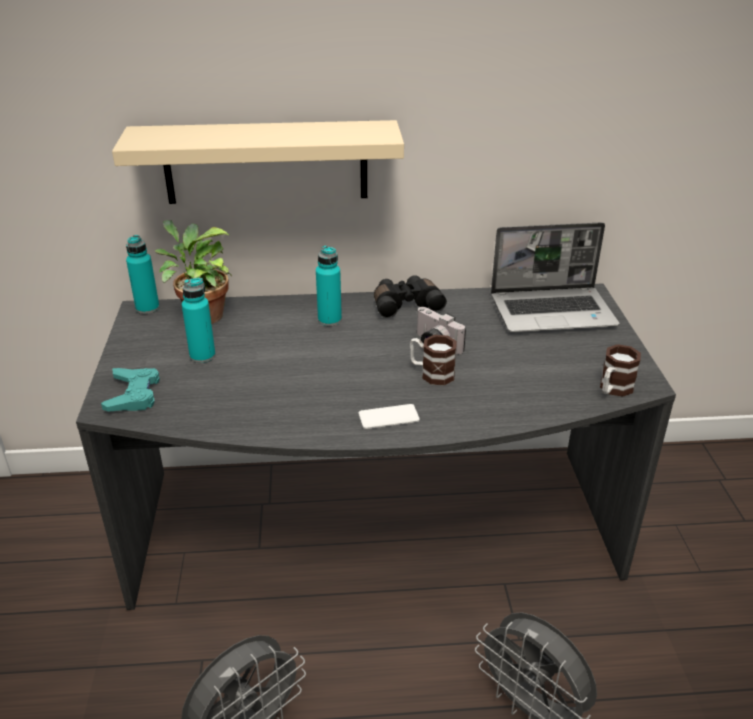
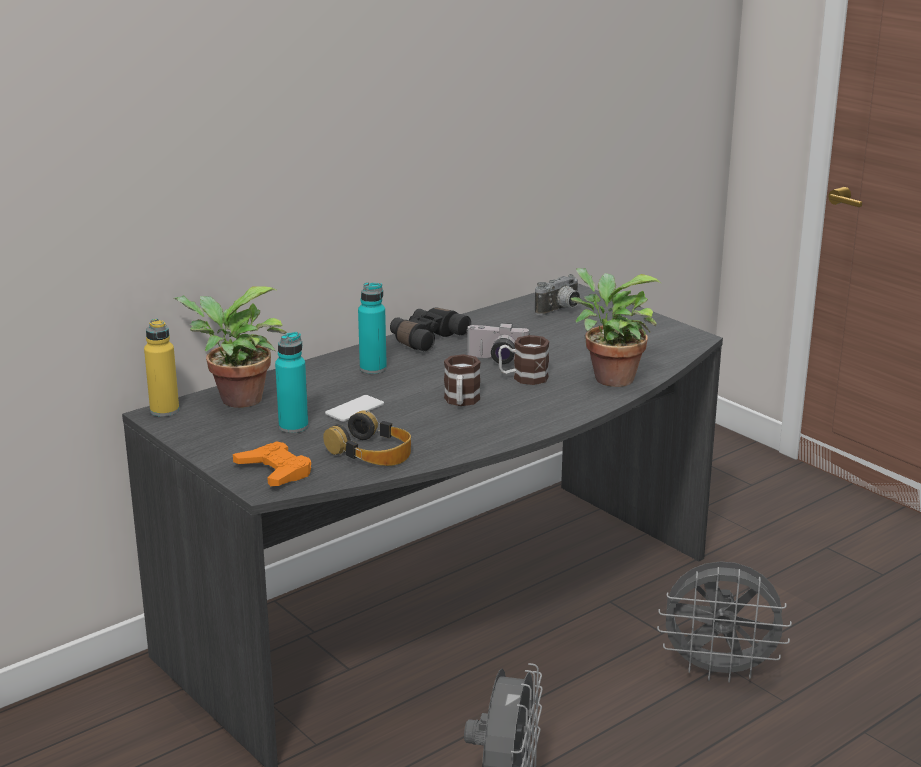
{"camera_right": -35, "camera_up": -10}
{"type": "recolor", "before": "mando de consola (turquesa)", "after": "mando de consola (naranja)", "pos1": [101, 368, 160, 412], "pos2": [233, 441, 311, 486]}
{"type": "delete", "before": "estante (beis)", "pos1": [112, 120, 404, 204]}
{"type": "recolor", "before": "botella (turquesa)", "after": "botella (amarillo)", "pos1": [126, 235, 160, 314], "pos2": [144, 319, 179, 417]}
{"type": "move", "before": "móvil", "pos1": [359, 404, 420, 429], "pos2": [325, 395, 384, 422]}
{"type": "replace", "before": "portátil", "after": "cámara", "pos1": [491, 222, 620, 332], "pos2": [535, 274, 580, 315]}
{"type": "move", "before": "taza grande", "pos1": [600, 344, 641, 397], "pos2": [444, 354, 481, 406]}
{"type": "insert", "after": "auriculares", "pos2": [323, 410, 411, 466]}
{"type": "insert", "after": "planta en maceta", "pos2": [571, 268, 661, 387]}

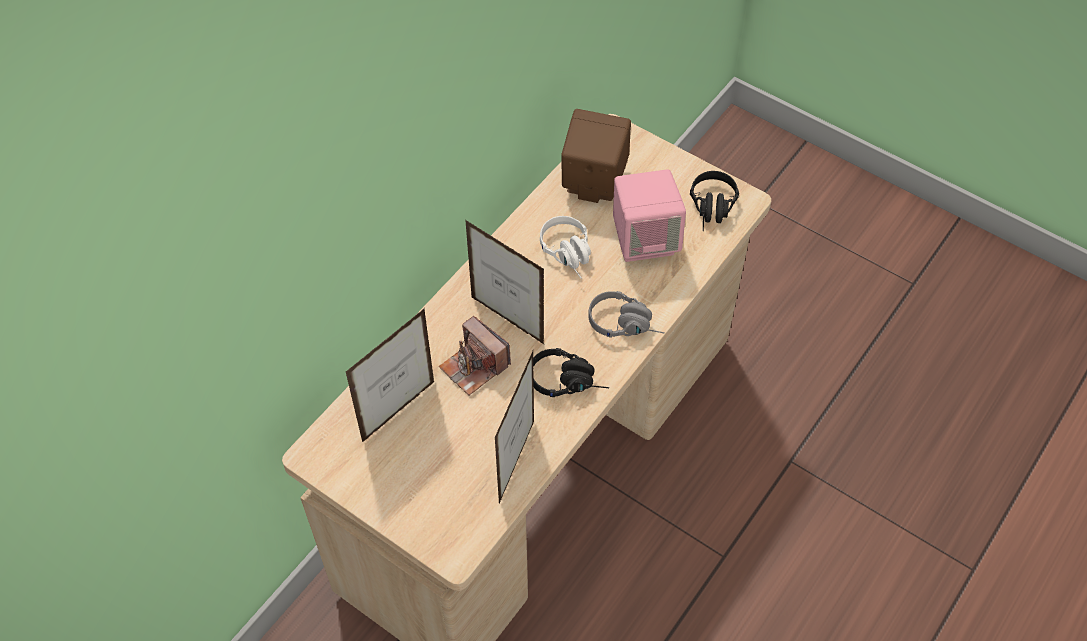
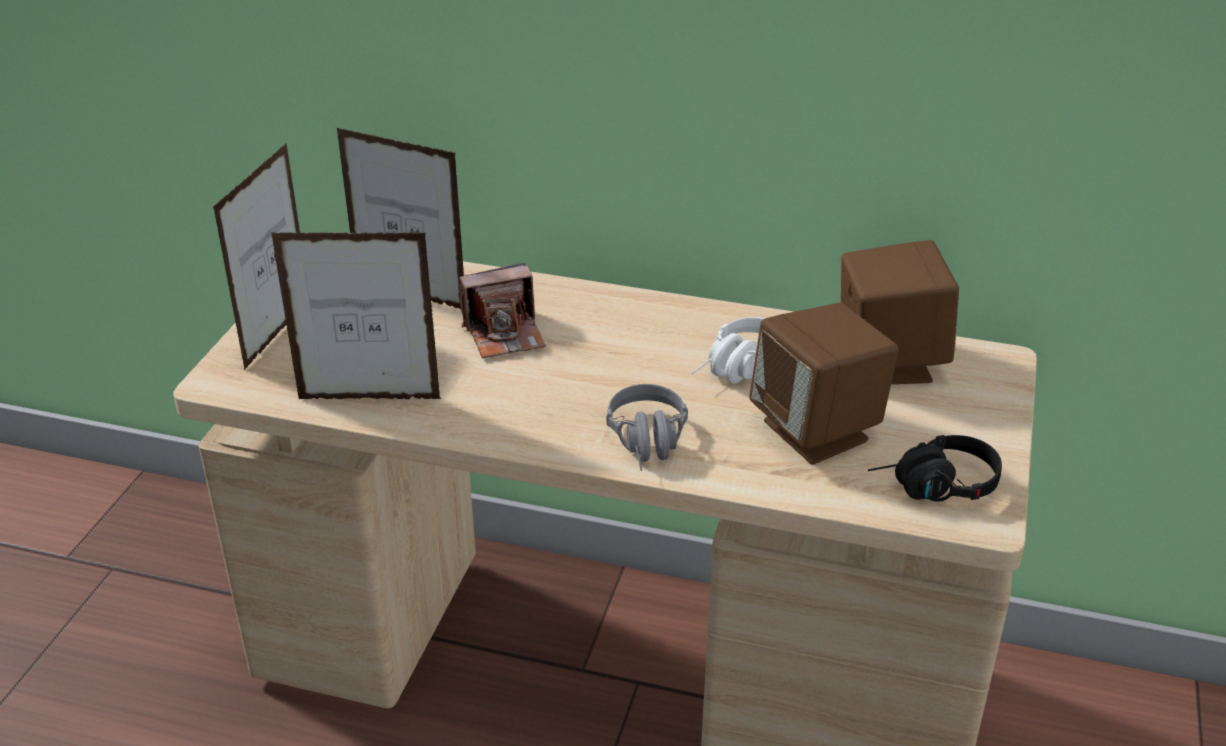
{"camera_right": 70, "camera_up": -20}
{"type": "rotate", "before": "cámara", "pos1": [439, 316, 511, 395], "pos2": [459, 263, 546, 358], "turn": -135}
{"type": "move", "before": "portarretratos", "pos1": [465, 220, 544, 344], "pos2": [213, 143, 300, 370]}
{"type": "delete", "before": "auriculares (negro)", "pos1": [533, 348, 609, 397]}
{"type": "recolor", "before": "altavoz (rosa)", "after": "altavoz (marrón)", "pos1": [613, 169, 686, 262], "pos2": [749, 303, 899, 465]}

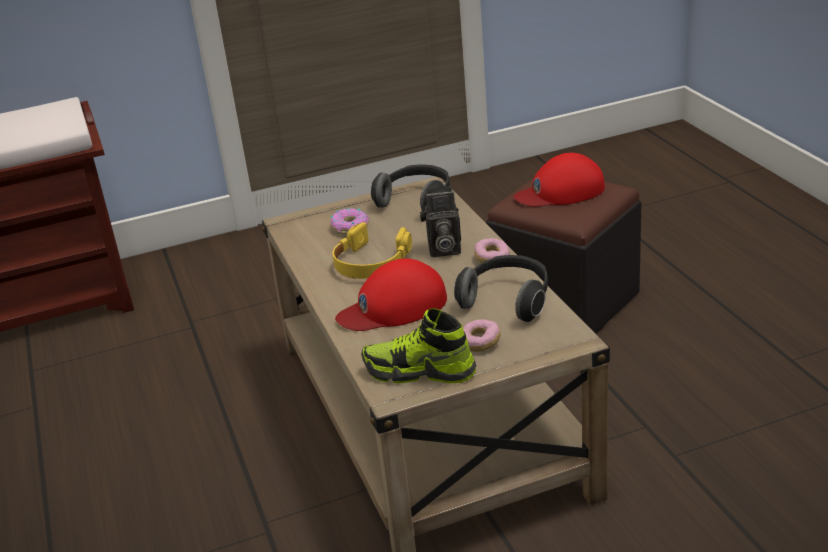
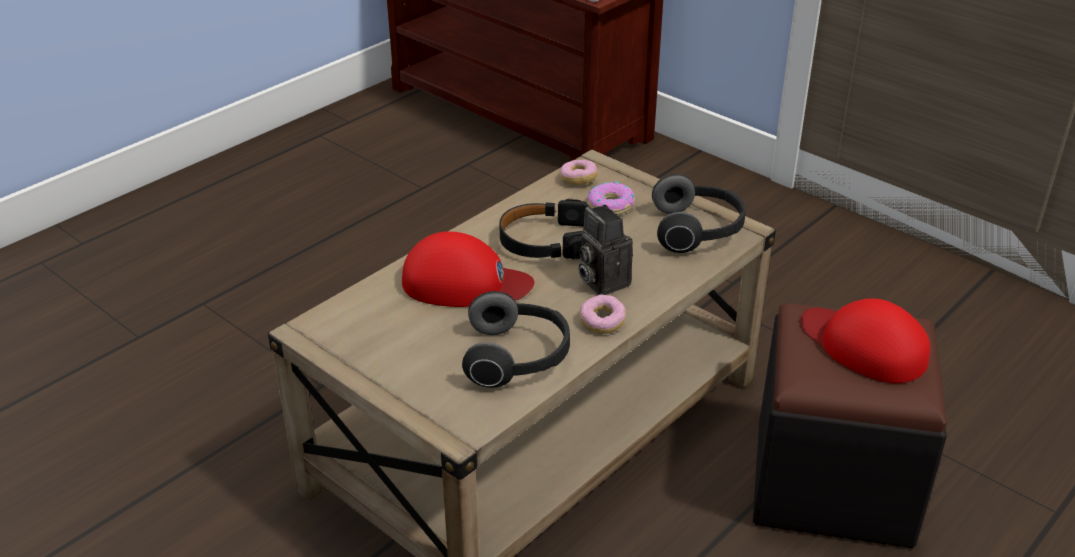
{"camera_right": 60, "camera_up": 5}
{"type": "recolor", "before": "auriculares (amarillo)", "after": "auriculares (negro)", "pos1": [332, 222, 412, 279], "pos2": [499, 199, 588, 259]}
{"type": "rotate", "before": "gorra (rojo)", "pos1": [335, 258, 447, 331], "pos2": [402, 231, 534, 307], "turn": 150}
{"type": "delete", "before": "zapato", "pos1": [361, 308, 476, 383]}
{"type": "move", "before": "rosquilla", "pos1": [463, 320, 501, 352], "pos2": [560, 159, 597, 185]}

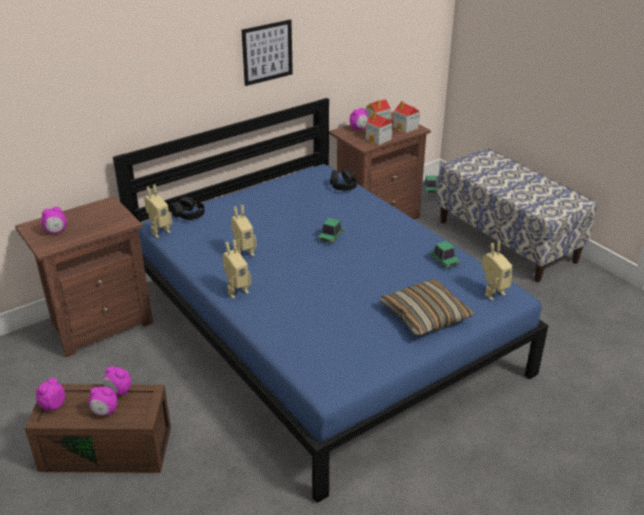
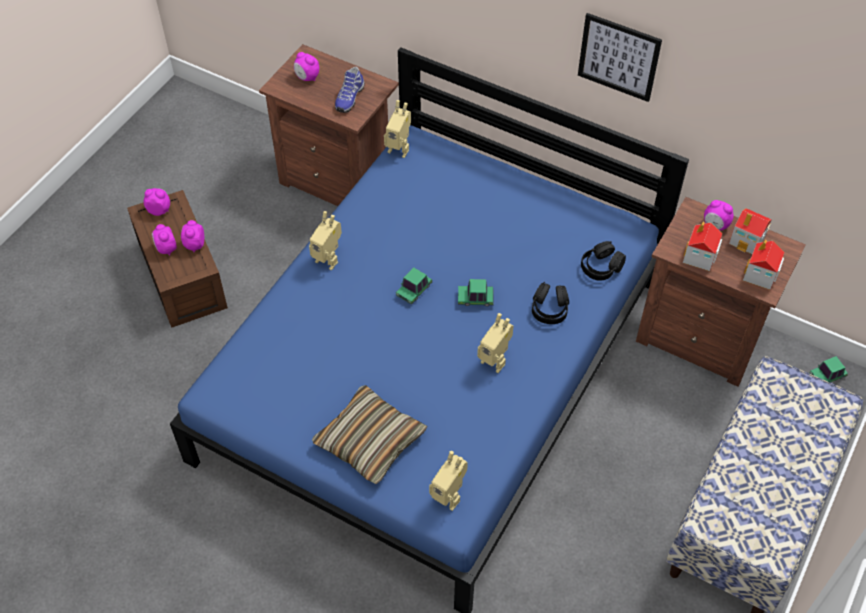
{"camera_right": 65, "camera_up": 20}
{"type": "move", "before": "auriculares (negro)", "pos1": [171, 196, 205, 220], "pos2": [532, 282, 569, 324]}
{"type": "move", "before": "robot de juguete", "pos1": [231, 205, 256, 257], "pos2": [477, 313, 513, 373]}
{"type": "move", "before": "coche de juguete", "pos1": [430, 241, 460, 269], "pos2": [396, 267, 432, 305]}
{"type": "insert", "after": "zapato", "pos2": [335, 67, 365, 113]}

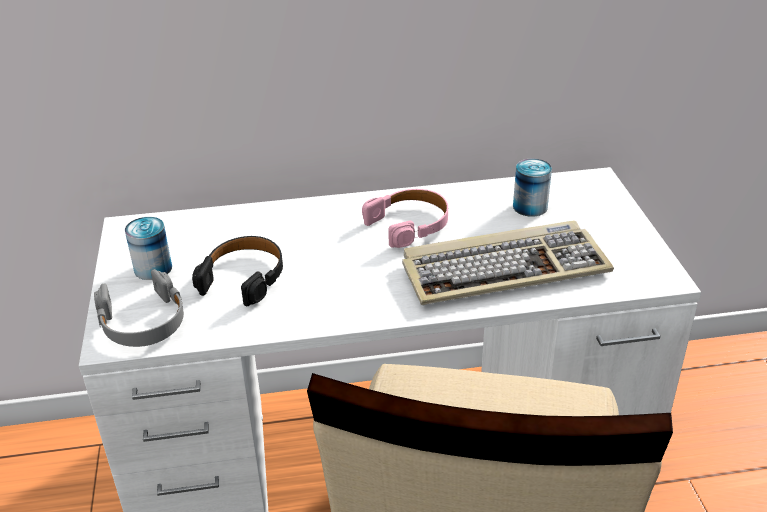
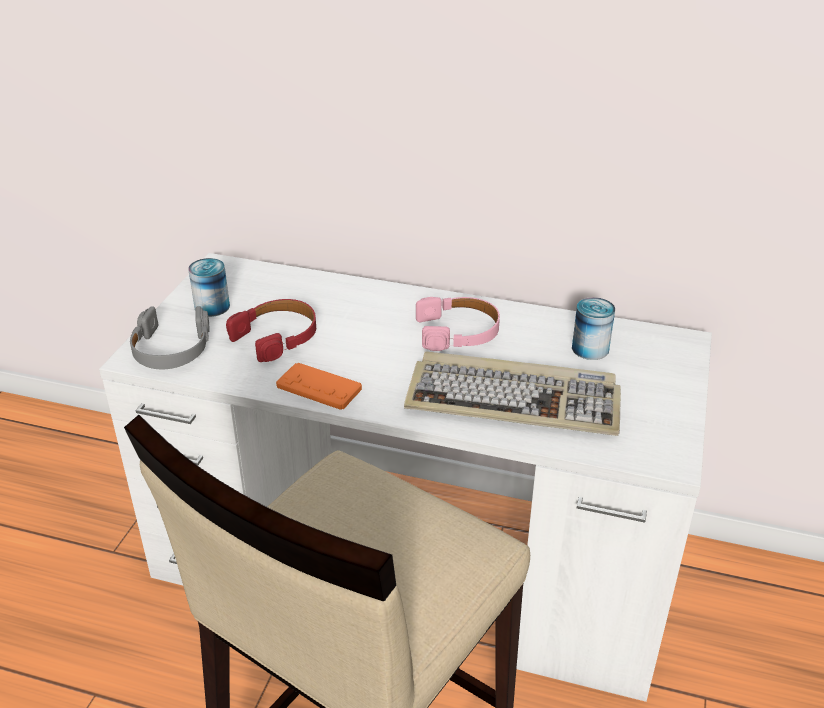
{"camera_right": 25, "camera_up": 0}
{"type": "recolor", "before": "auriculares (negro)", "after": "auriculares (rojo)", "pos1": [192, 236, 283, 306], "pos2": [226, 299, 316, 362]}
{"type": "insert", "after": "mando de consola (naranja)", "pos2": [276, 363, 362, 410]}

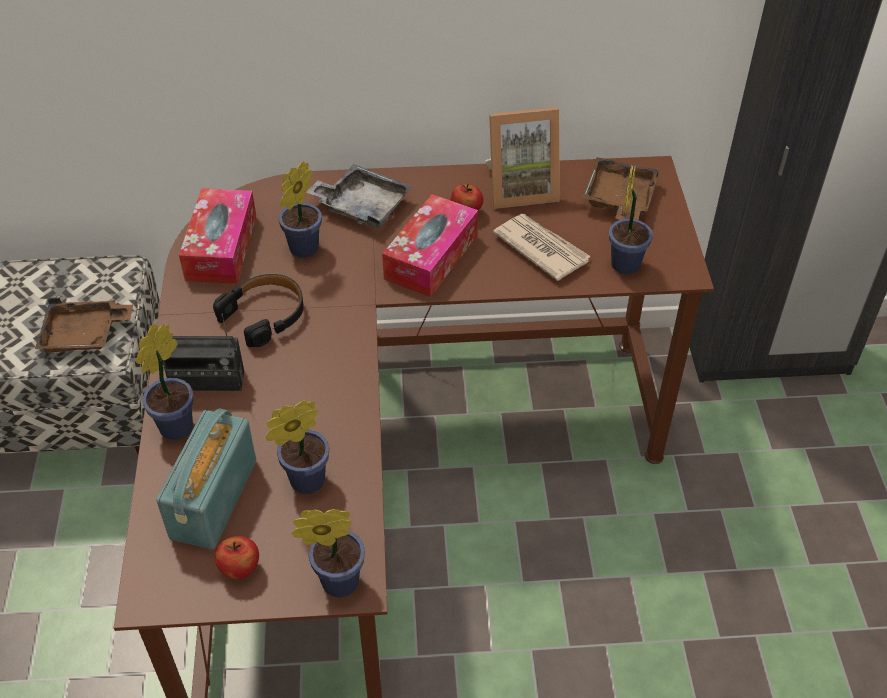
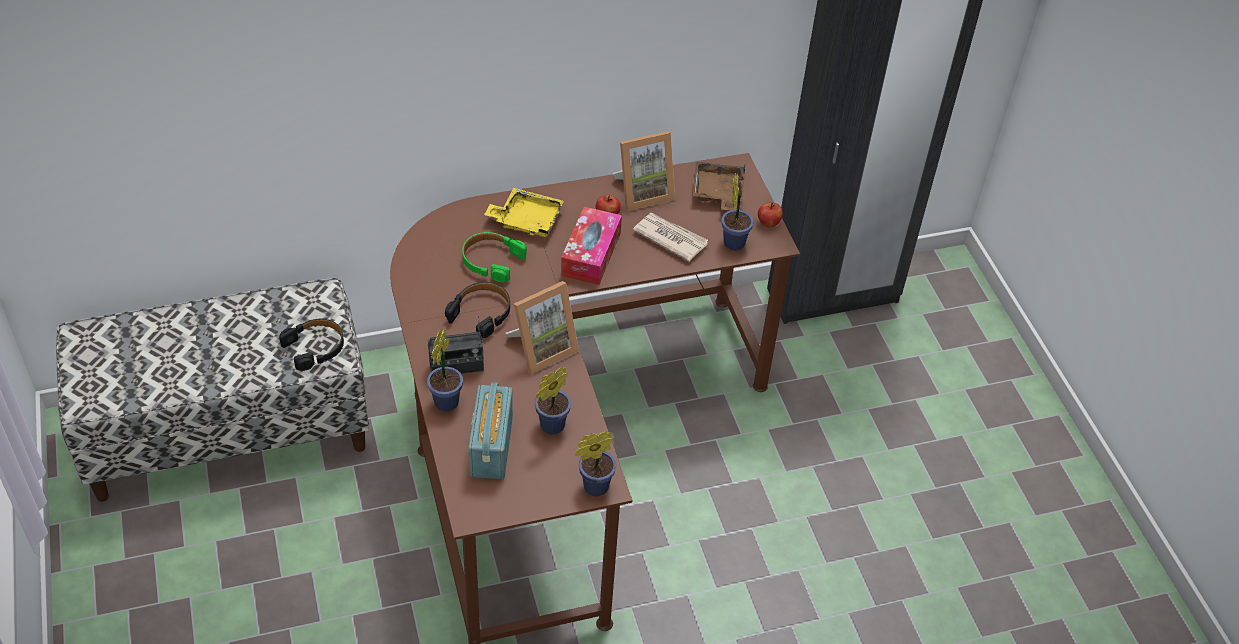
{"camera_right": -15, "camera_up": 0}
{"type": "replace", "before": "bandeja (marrón)", "after": "auriculares (negro)", "pos1": [35, 298, 133, 353], "pos2": [280, 319, 344, 371]}
{"type": "delete", "before": "caja de pañuelos", "pos1": [179, 188, 256, 284]}
{"type": "move", "before": "manzana", "pos1": [215, 536, 259, 579], "pos2": [758, 202, 783, 227]}
{"type": "replace", "before": "planta en maceta", "after": "auriculares (verde)", "pos1": [279, 161, 322, 258], "pos2": [462, 232, 527, 282]}
{"type": "recolor", "before": "bandeja (gris)", "after": "bandeja (amarillo)", "pos1": [306, 164, 413, 228], "pos2": [484, 188, 564, 237]}
{"type": "insert", "after": "portarretratos", "pos2": [506, 281, 579, 374]}

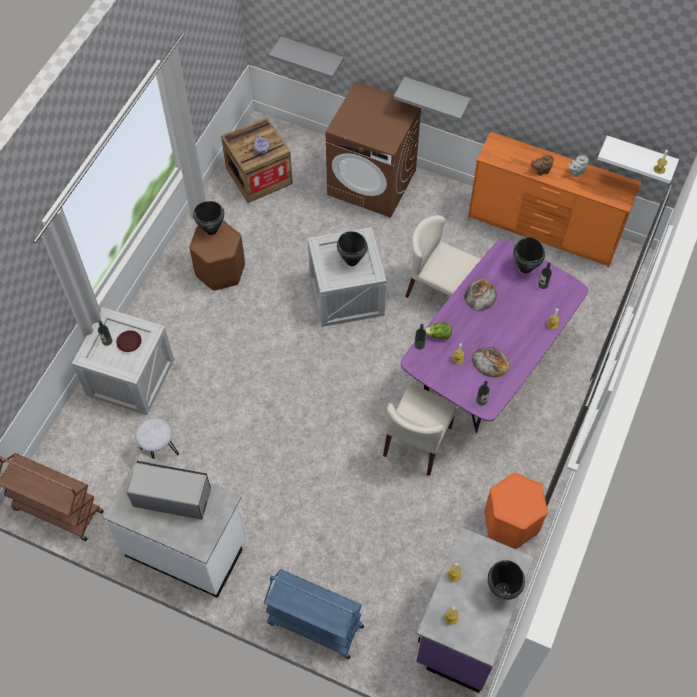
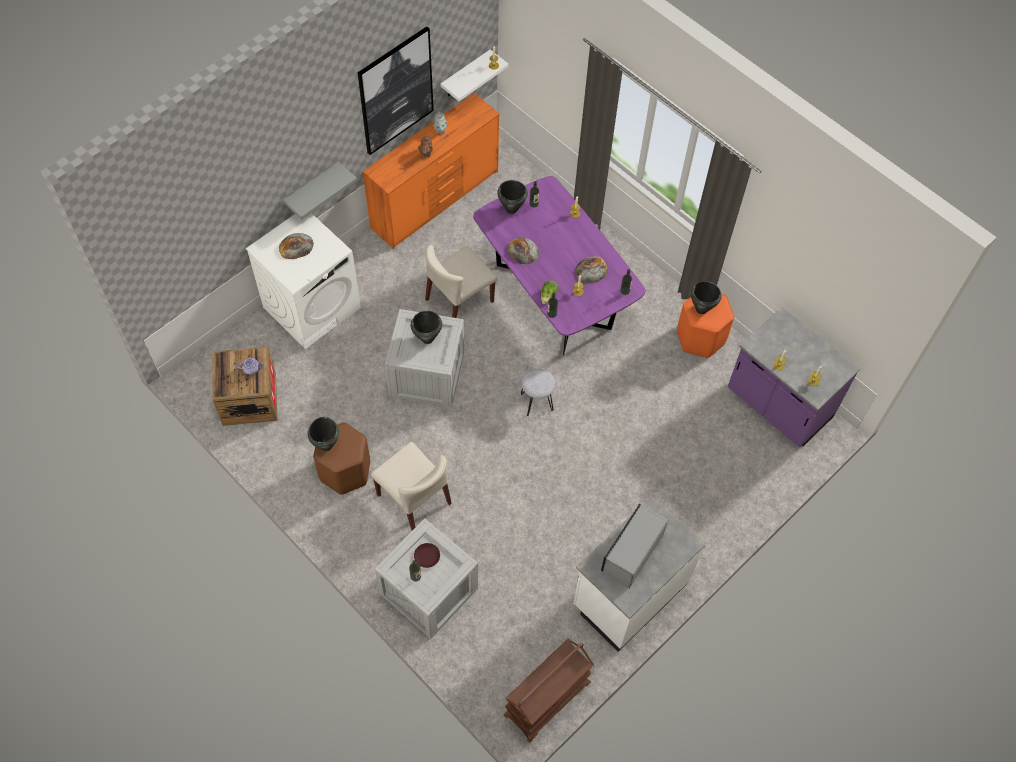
{"camera_right": -70, "camera_up": 0}
{"type": "move", "before": "taburete (gris)", "pos1": [135, 418, 179, 459], "pos2": [521, 369, 555, 416]}
{"type": "delete", "before": "carrito (azul)", "pos1": [264, 569, 364, 659]}
{"type": "delete", "before": "estante (gris)", "pos1": [269, 36, 344, 79]}
{"type": "recolor", "before": "lavadora (marrón)", "after": "lavadora (blanco)", "pos1": [326, 81, 421, 218], "pos2": [246, 213, 361, 349]}
{"type": "move", "before": "silla (beis)", "pos1": [383, 384, 459, 476], "pos2": [371, 442, 452, 530]}
{"type": "move", "before": "olla (negro)", "pos1": [488, 560, 525, 600], "pos2": [691, 281, 722, 314]}
{"type": "insert", "after": "pan", "pos2": [279, 233, 314, 259]}
{"type": "insert", "after": "cuadro", "pos2": [358, 27, 434, 155]}

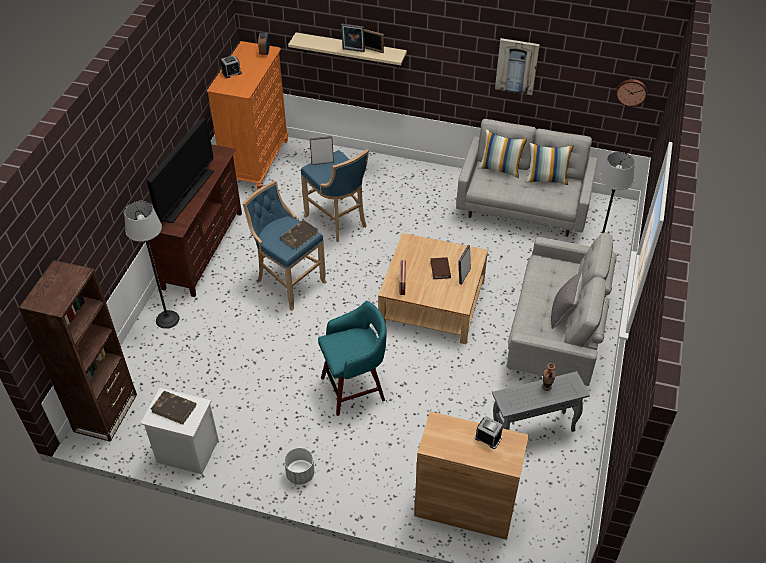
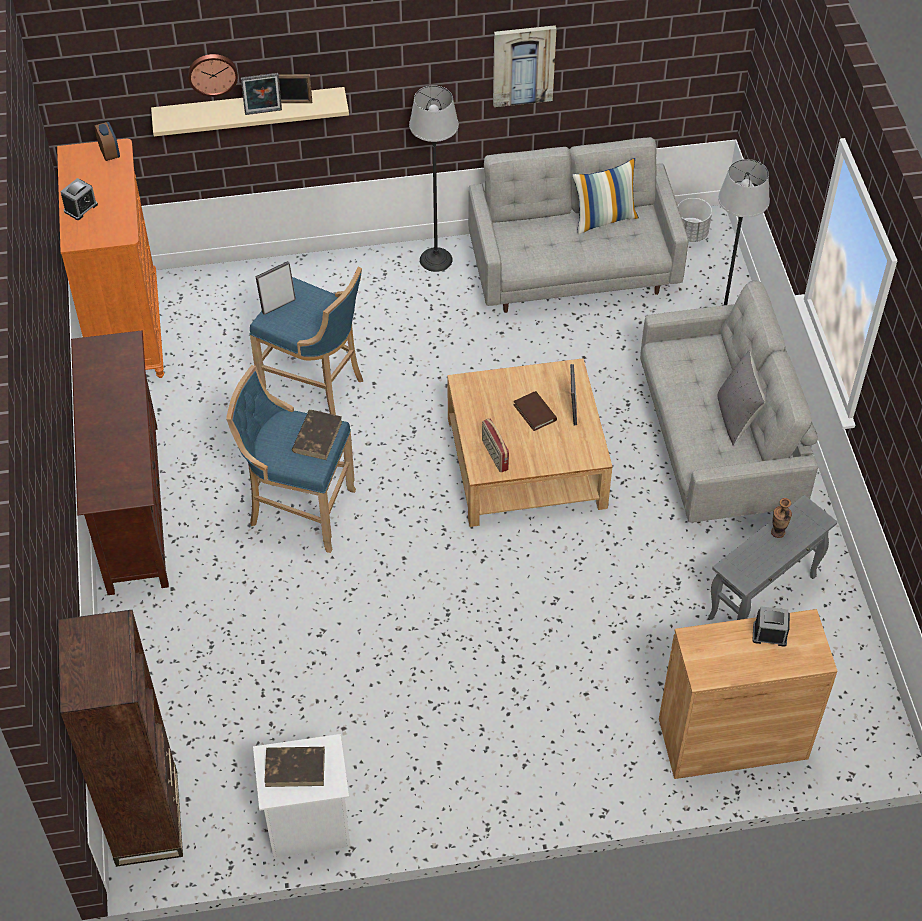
{"camera_right": -25, "camera_up": 5}
{"type": "move", "before": "lámpara de pie", "pos1": [124, 201, 180, 329], "pos2": [409, 85, 459, 272]}
{"type": "delete", "before": "televisor", "pos1": [147, 118, 214, 223]}
{"type": "move", "before": "maceta (blanco)", "pos1": [284, 448, 315, 485], "pos2": [678, 198, 712, 242]}
{"type": "delete", "before": "taburete (turquesa)", "pos1": [318, 301, 387, 416]}
{"type": "delete", "before": "cojín", "pos1": [479, 130, 527, 178]}
{"type": "move", "before": "reloj de pared", "pos1": [616, 79, 648, 107], "pos2": [188, 54, 238, 97]}

